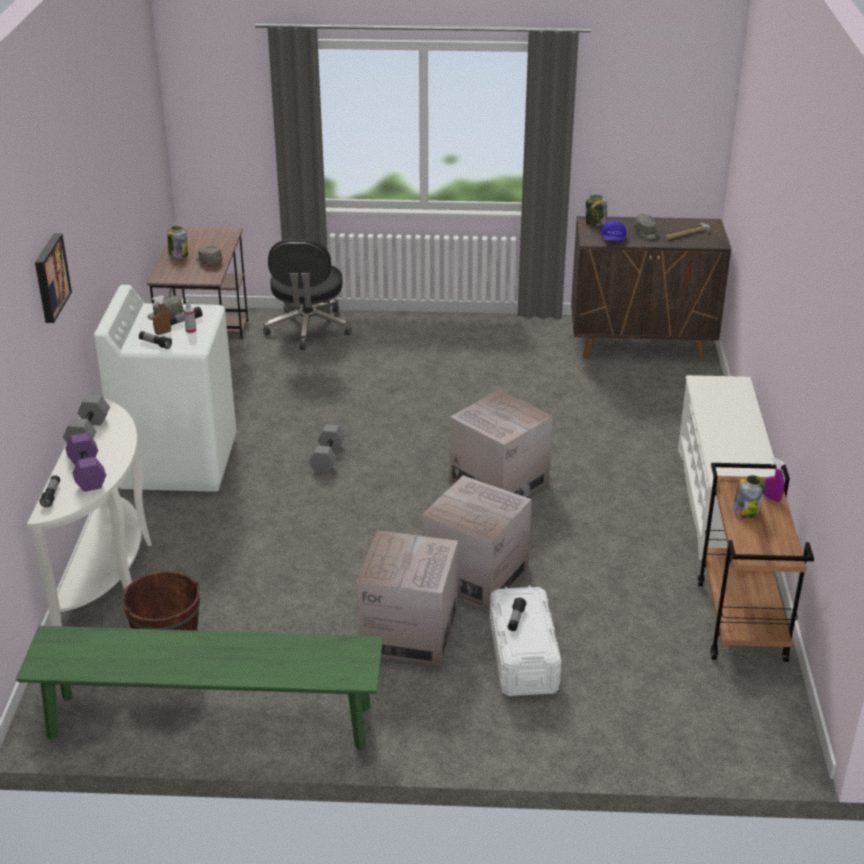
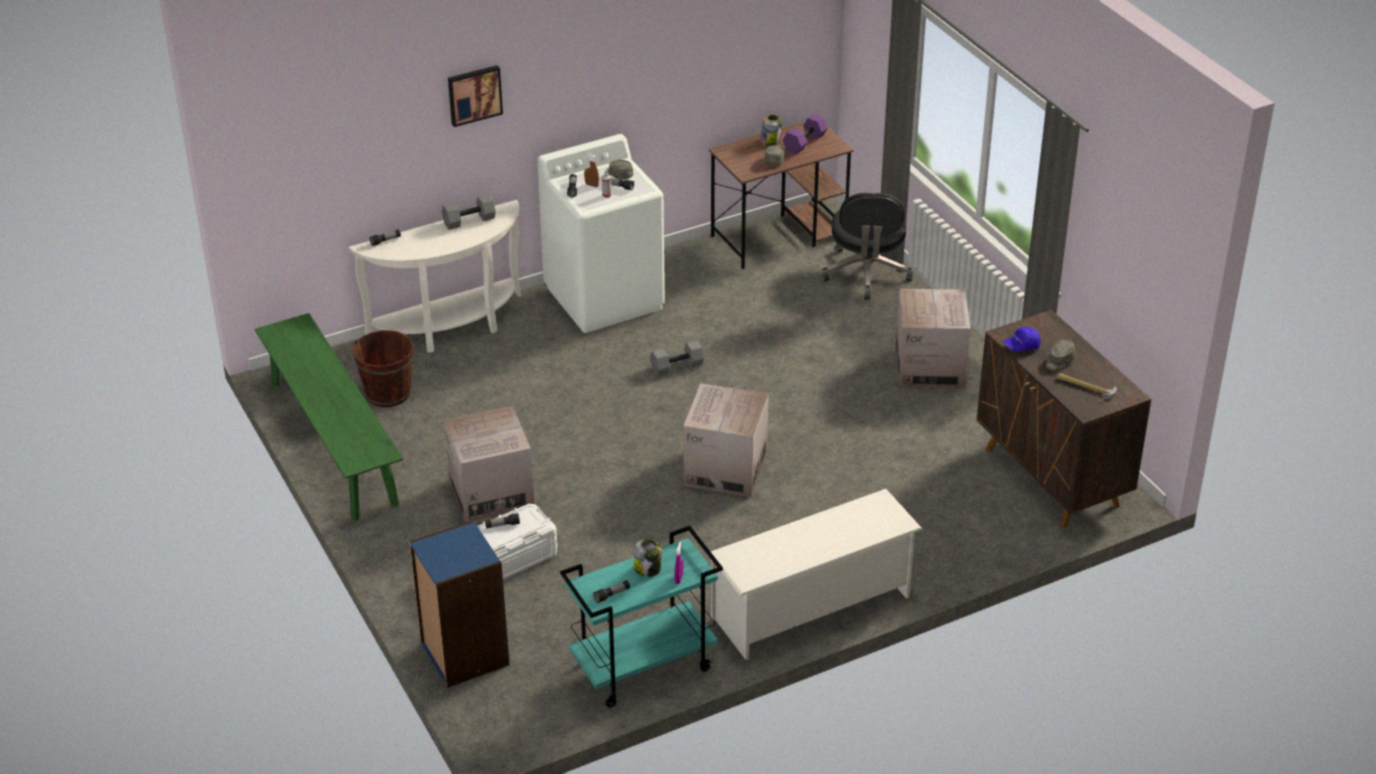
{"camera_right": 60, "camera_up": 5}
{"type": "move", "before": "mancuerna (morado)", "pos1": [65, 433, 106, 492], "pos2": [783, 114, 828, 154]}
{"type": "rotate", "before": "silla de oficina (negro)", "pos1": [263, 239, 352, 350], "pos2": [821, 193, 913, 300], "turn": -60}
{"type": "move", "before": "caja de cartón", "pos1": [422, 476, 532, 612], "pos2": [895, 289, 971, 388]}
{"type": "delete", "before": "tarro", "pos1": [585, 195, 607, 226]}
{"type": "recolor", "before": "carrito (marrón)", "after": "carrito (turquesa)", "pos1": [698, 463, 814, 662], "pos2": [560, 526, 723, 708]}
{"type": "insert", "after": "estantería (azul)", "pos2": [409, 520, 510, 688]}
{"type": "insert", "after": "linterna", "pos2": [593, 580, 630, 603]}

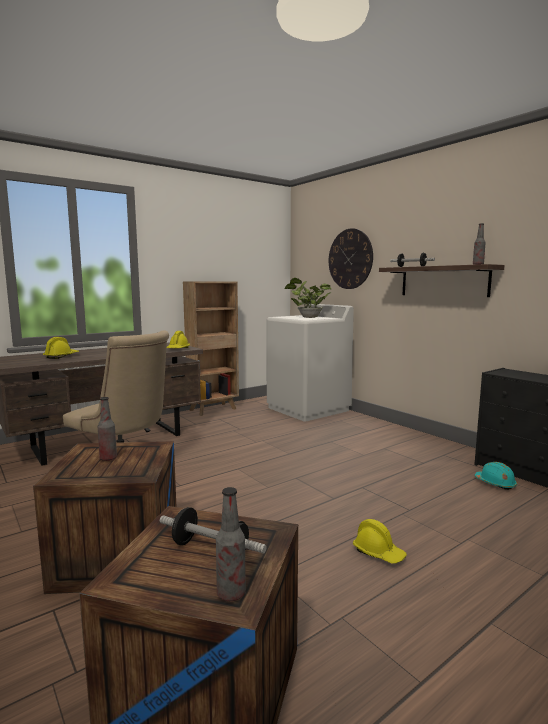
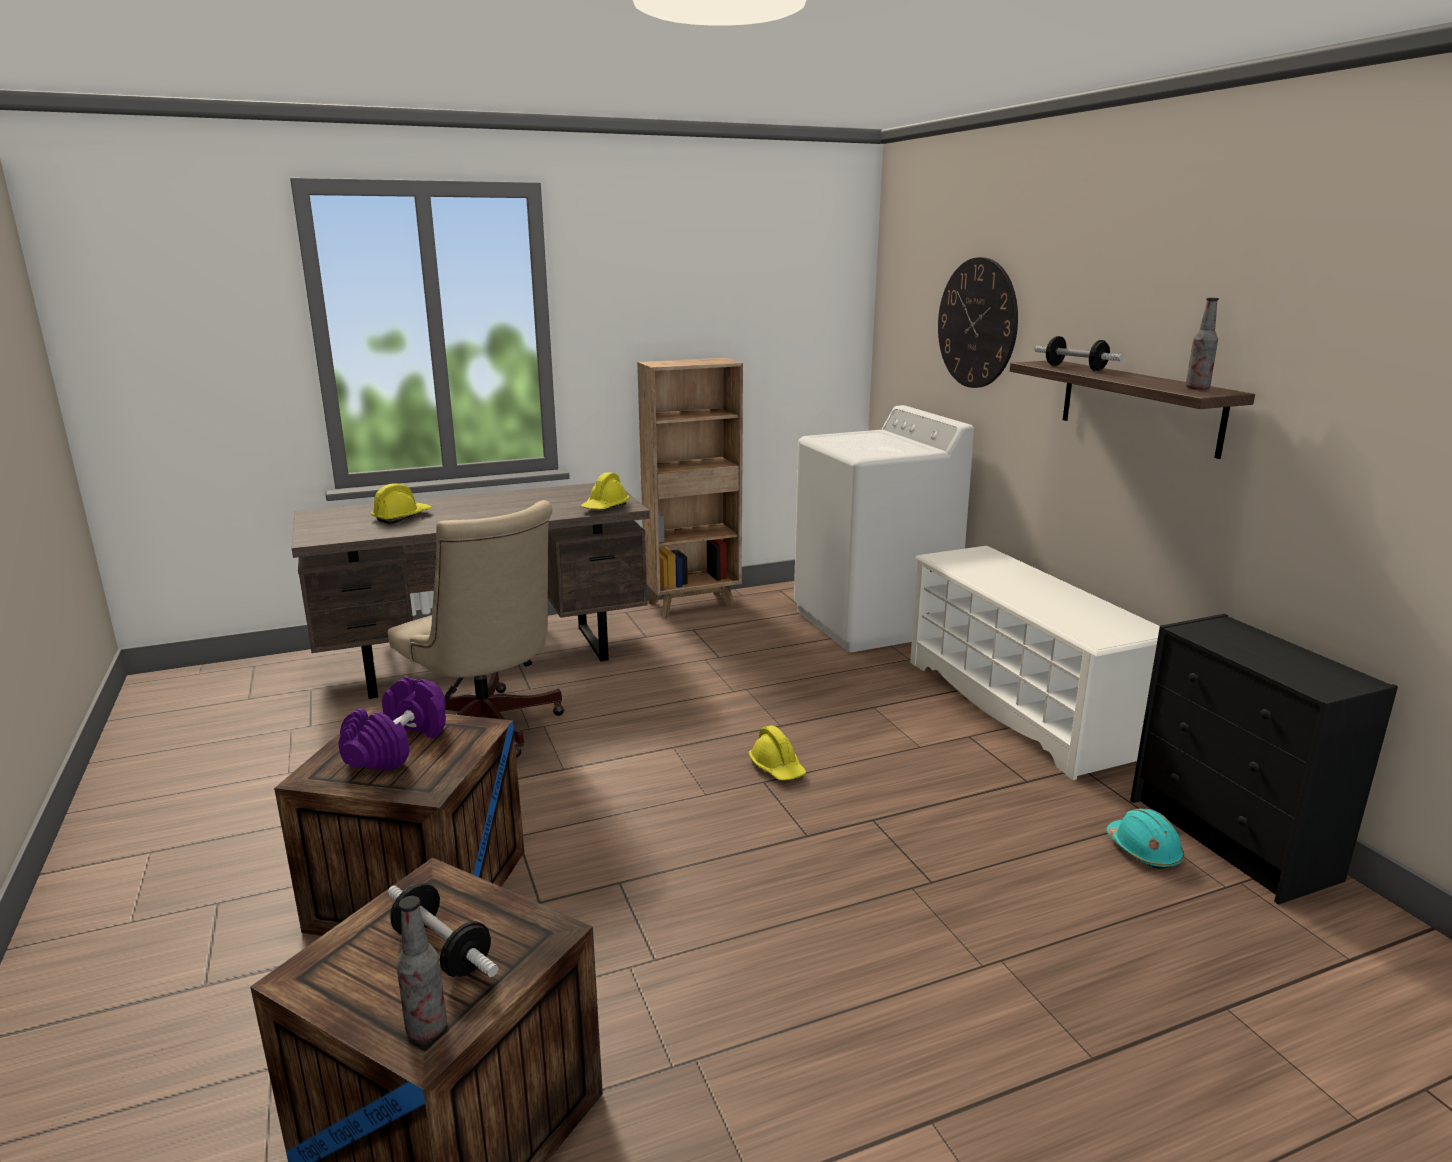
{"camera_right": 15, "camera_up": 10}
{"type": "replace", "before": "botella", "after": "mancuerna (morado)", "pos1": [98, 397, 117, 461], "pos2": [338, 677, 446, 771]}
{"type": "delete", "before": "planta en maceta", "pos1": [285, 278, 332, 318]}
{"type": "move", "before": "casco (amarillo)", "pos1": [353, 519, 407, 564], "pos2": [748, 726, 807, 780]}
{"type": "insert", "after": "zapatero (blanco)", "pos2": [910, 546, 1160, 780]}

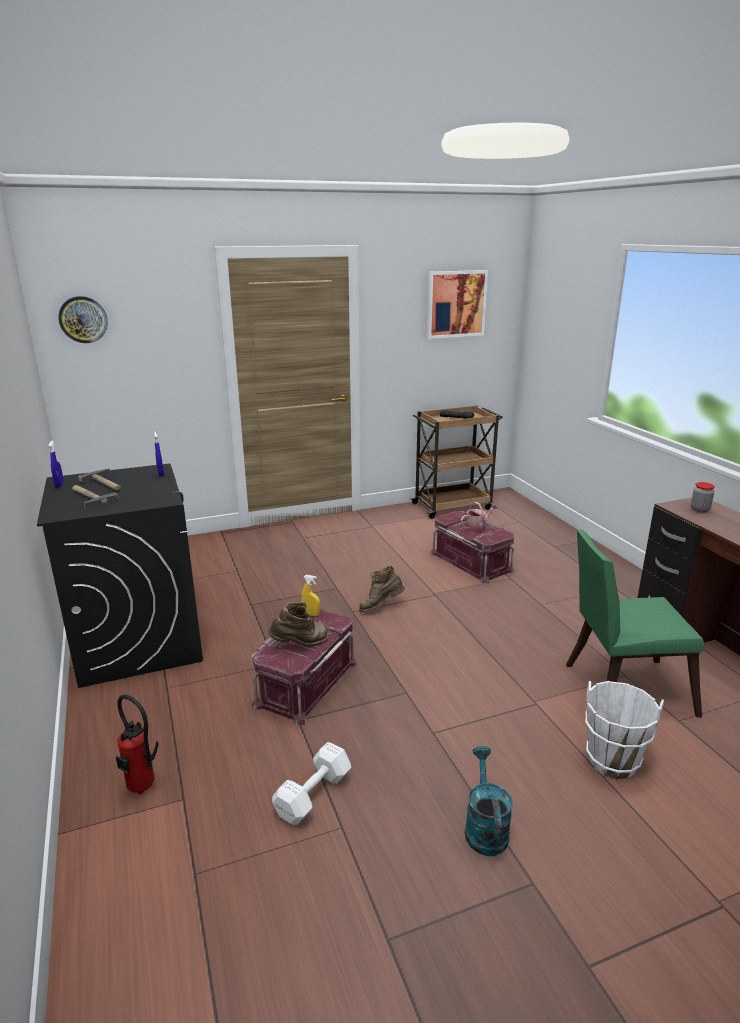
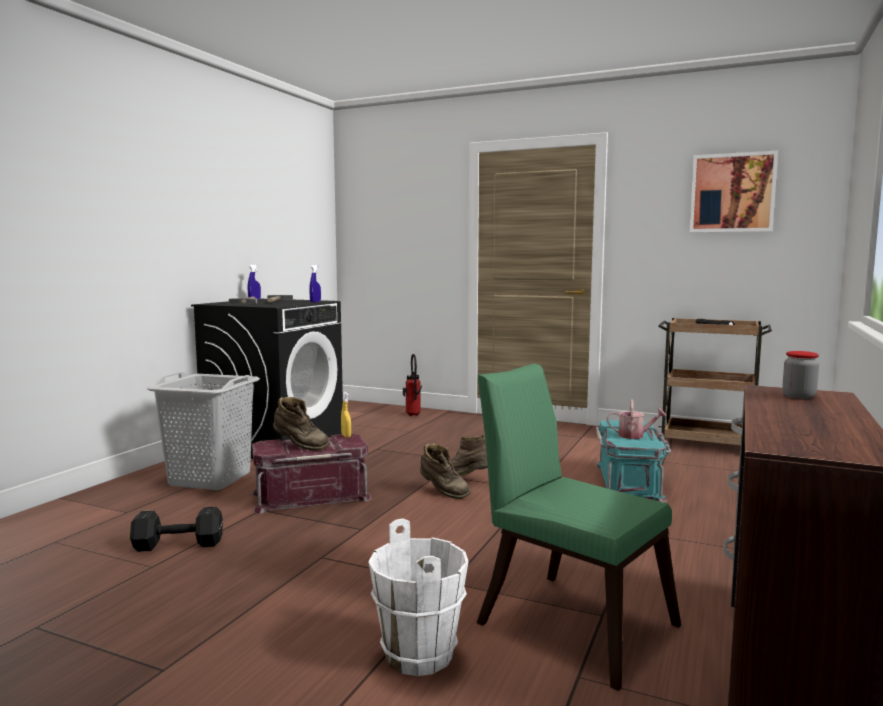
{"camera_right": 45, "camera_up": -15}
{"type": "delete", "before": "reloj de pared", "pos1": [58, 296, 108, 343]}
{"type": "move", "before": "extintor", "pos1": [116, 695, 158, 794], "pos2": [403, 354, 422, 416]}
{"type": "recolor", "before": "mancuerna (blanco)", "after": "mancuerna (negro)", "pos1": [272, 742, 351, 825], "pos2": [130, 507, 223, 552]}
{"type": "recolor", "before": "caja de almacenaje (rojo)", "after": "caja de almacenaje (turquesa)", "pos1": [430, 511, 515, 584], "pos2": [596, 420, 671, 502]}
{"type": "delete", "before": "regadera (turquesa)", "pos1": [465, 746, 513, 856]}
{"type": "insert", "after": "cesto de la ropa (gris)", "pos2": [147, 372, 260, 490]}
{"type": "insert", "after": "bota (marrón)", "pos2": [420, 443, 471, 499]}

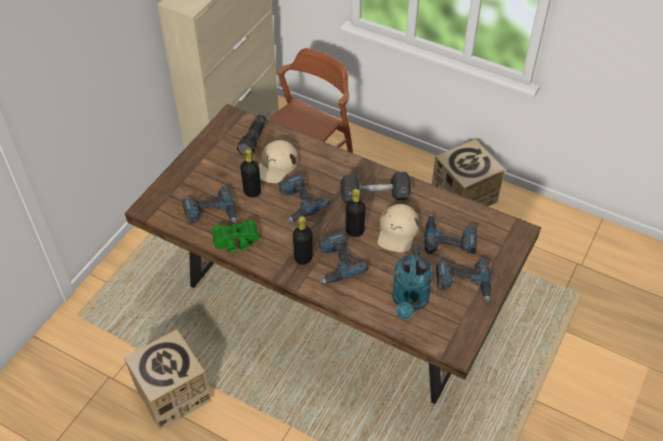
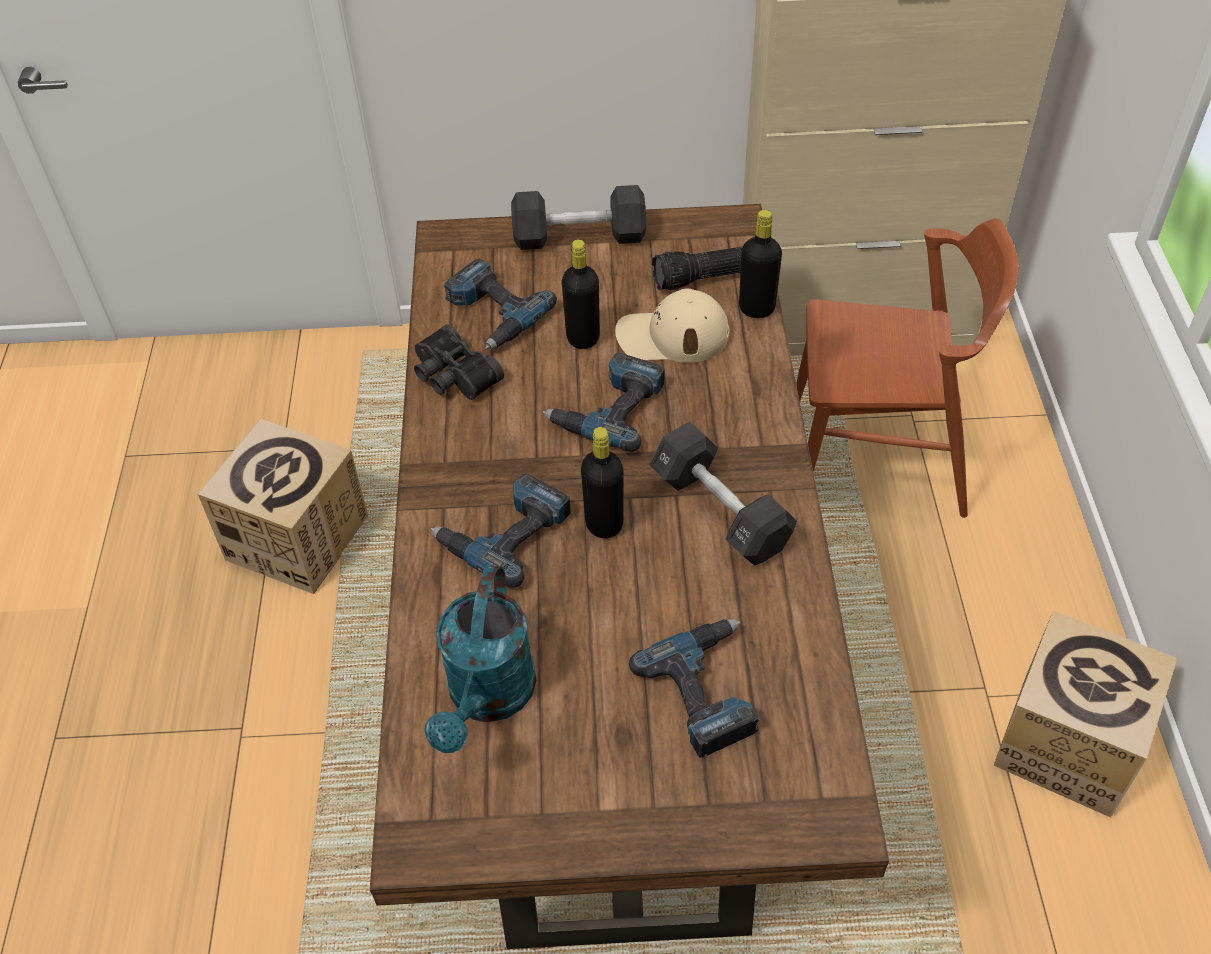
{"camera_right": 60, "camera_up": 0}
{"type": "recolor", "before": "prismáticos (verde)", "after": "prismáticos (negro)", "pos1": [211, 220, 259, 253], "pos2": [414, 324, 504, 400]}
{"type": "move", "before": "botella (negro)", "pos1": [293, 216, 312, 265], "pos2": [739, 210, 782, 318]}
{"type": "delete", "before": "gorra (beis)", "pos1": [378, 204, 420, 252]}
{"type": "rotate", "before": "regadera (turquesa)", "pos1": [392, 244, 433, 319], "pos2": [425, 565, 537, 753], "turn": -60}
{"type": "delete", "before": "taladro", "pos1": [436, 258, 491, 303]}
{"type": "insert", "after": "mancuerna (negro)", "pos2": [511, 185, 646, 250]}

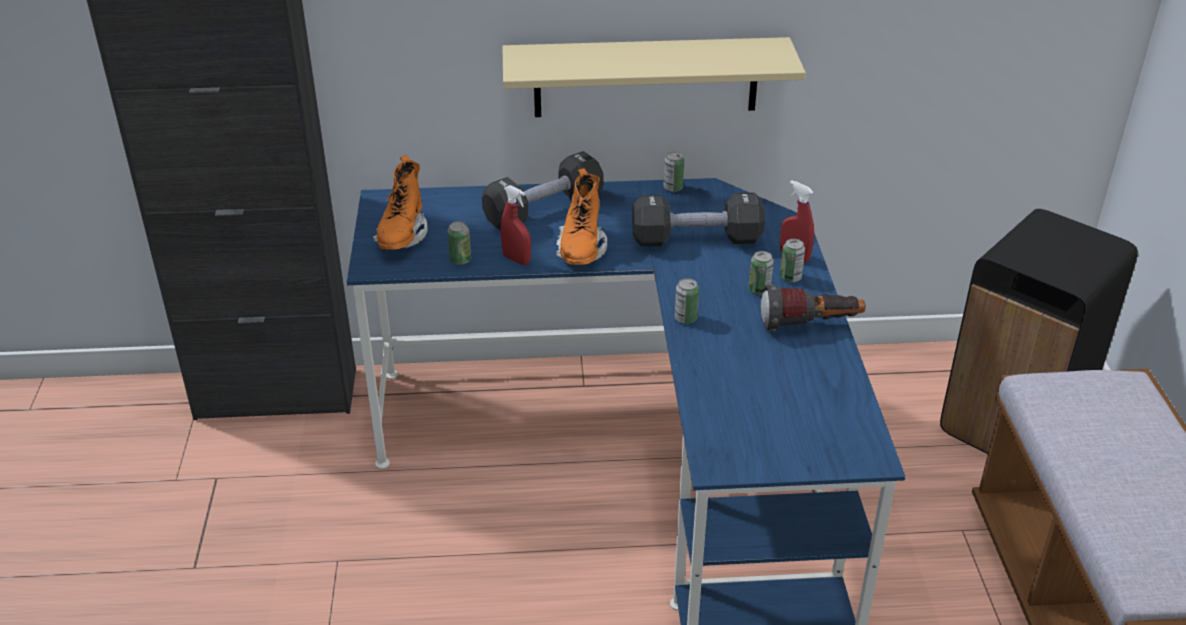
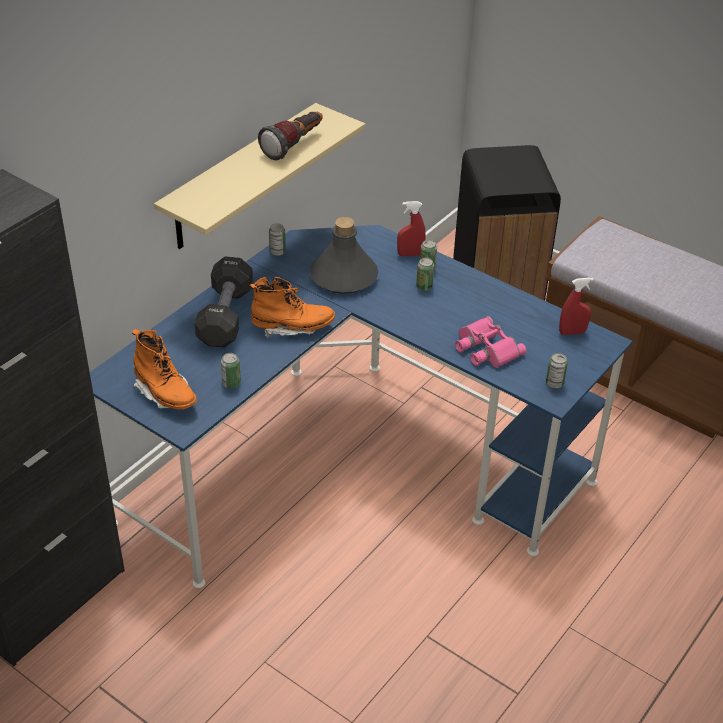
{"camera_right": -50, "camera_up": 5}
{"type": "move", "before": "pulverizador (rojo)", "pos1": [501, 185, 531, 265], "pos2": [559, 277, 594, 335]}
{"type": "rotate", "before": "bota (naranja)", "pos1": [555, 168, 607, 265], "pos2": [250, 277, 335, 338], "turn": -45}
{"type": "replace", "before": "mancuerna (negro)", "after": "botella (gris)", "pos1": [632, 192, 765, 247], "pos2": [310, 217, 378, 294]}
{"type": "move", "before": "lata", "pos1": [675, 278, 699, 324], "pos2": [546, 353, 568, 388]}
{"type": "move", "before": "linterna", "pos1": [761, 284, 866, 332], "pos2": [258, 111, 322, 160]}
{"type": "insert", "after": "prismáticos (rosa)", "pos2": [455, 316, 526, 368]}

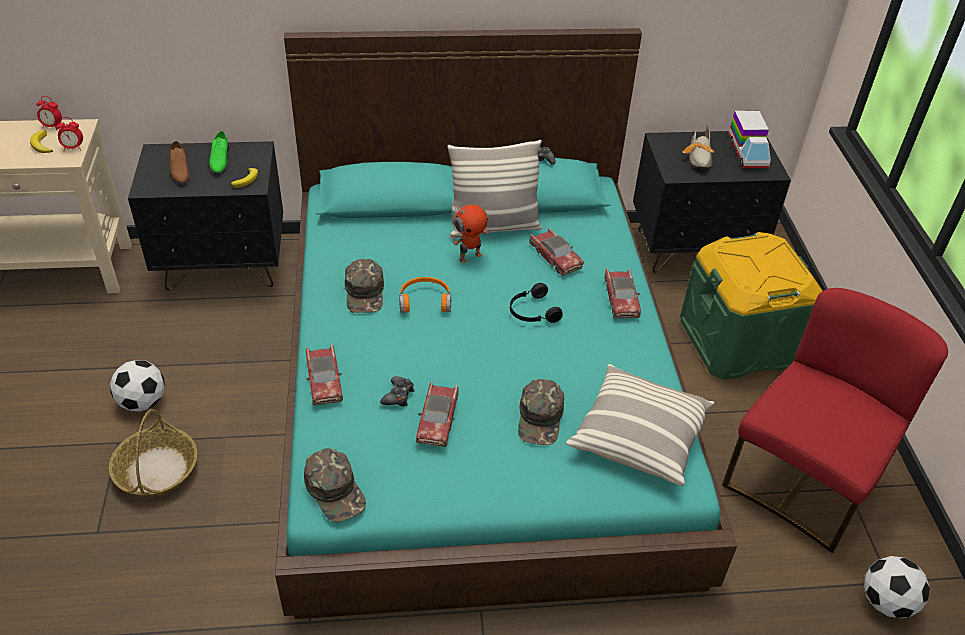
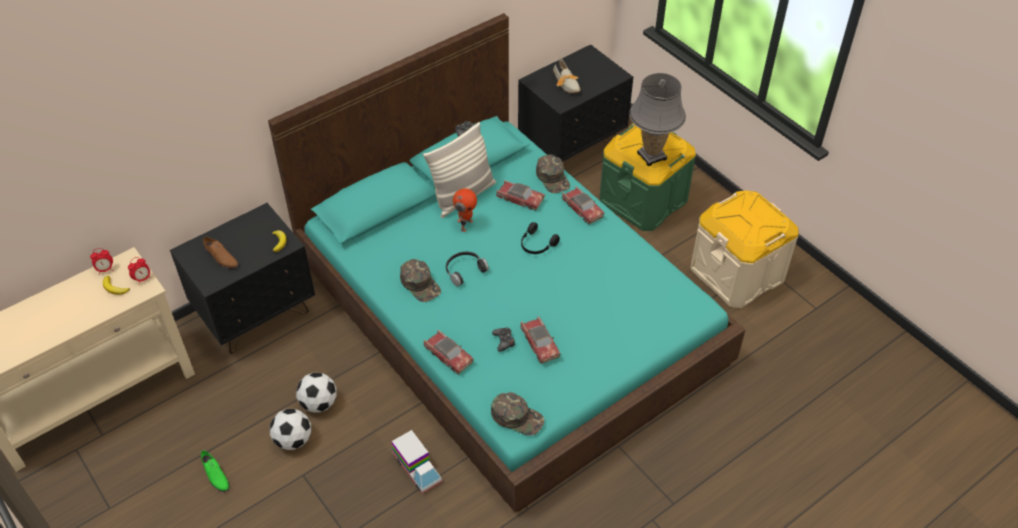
{"camera_right": -30, "camera_up": 5}
{"type": "delete", "before": "cesta", "pos1": [109, 409, 197, 497]}
{"type": "move", "before": "zapato (verde)", "pos1": [209, 131, 229, 174], "pos2": [201, 450, 230, 492]}
{"type": "recolor", "before": "auriculares (naranja)", "after": "auriculares (negro)", "pos1": [399, 277, 451, 313], "pos2": [446, 251, 489, 287]}
{"type": "move", "before": "gorra (verde)", "pos1": [518, 379, 564, 445], "pos2": [536, 154, 570, 193]}
{"type": "delete", "before": "cojín", "pos1": [566, 364, 714, 486]}
{"type": "replace", "before": "silla (rojo)", "after": "caja de almacenaje (beis)", "pos1": [722, 288, 948, 553], "pos2": [691, 191, 798, 308]}
{"type": "move", "before": "camión de juguete", "pos1": [728, 111, 771, 168], "pos2": [392, 430, 442, 494]}
{"type": "move", "before": "balón de fútbol", "pos1": [864, 556, 930, 618], "pos2": [296, 373, 337, 413]}
{"type": "insert", "after": "lámpara de mesa (gris)", "pos2": [629, 73, 686, 166]}

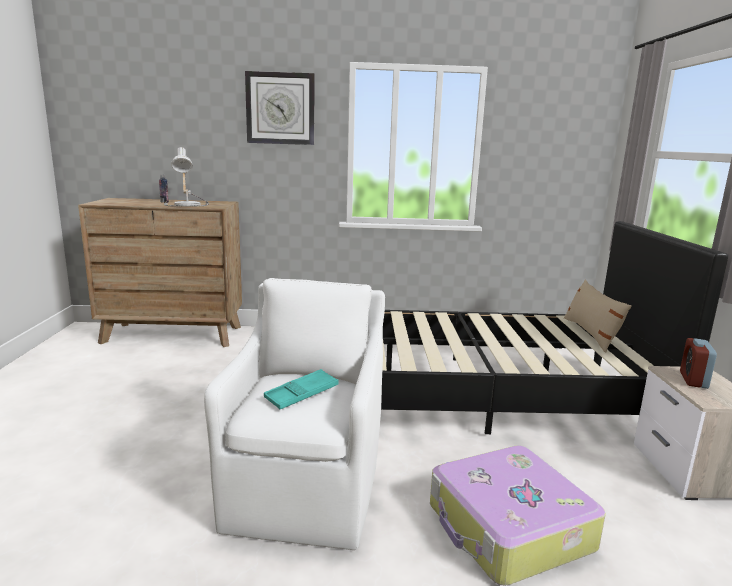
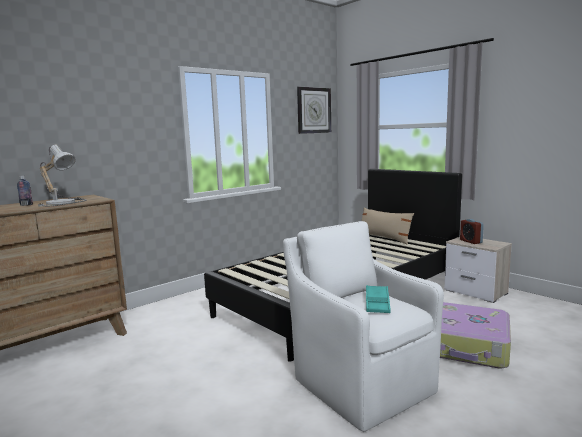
{"camera_right": -40, "camera_up": -5}
{"type": "move", "before": "reloj de pared", "pos1": [245, 71, 315, 145], "pos2": [297, 87, 331, 134]}

